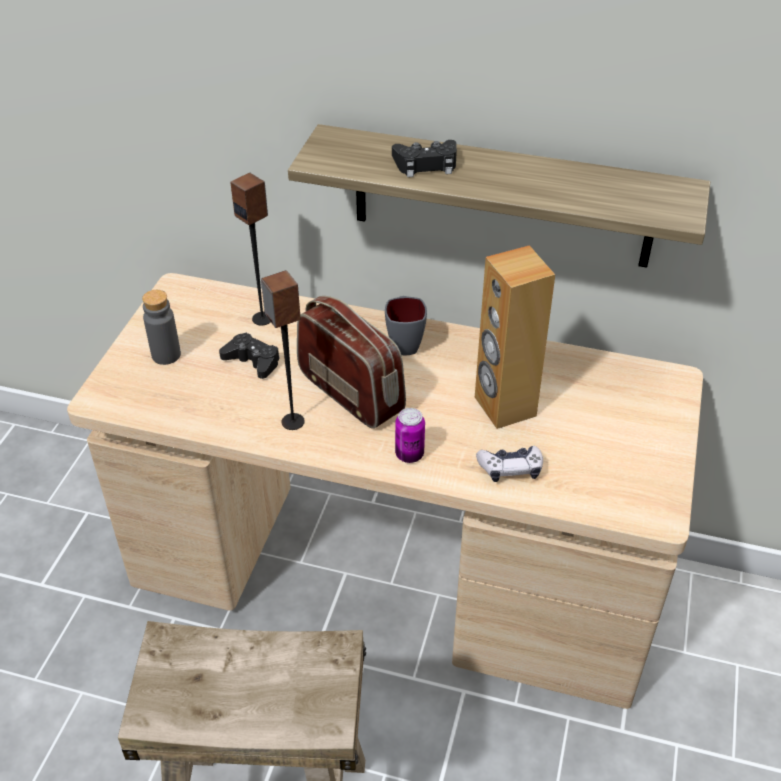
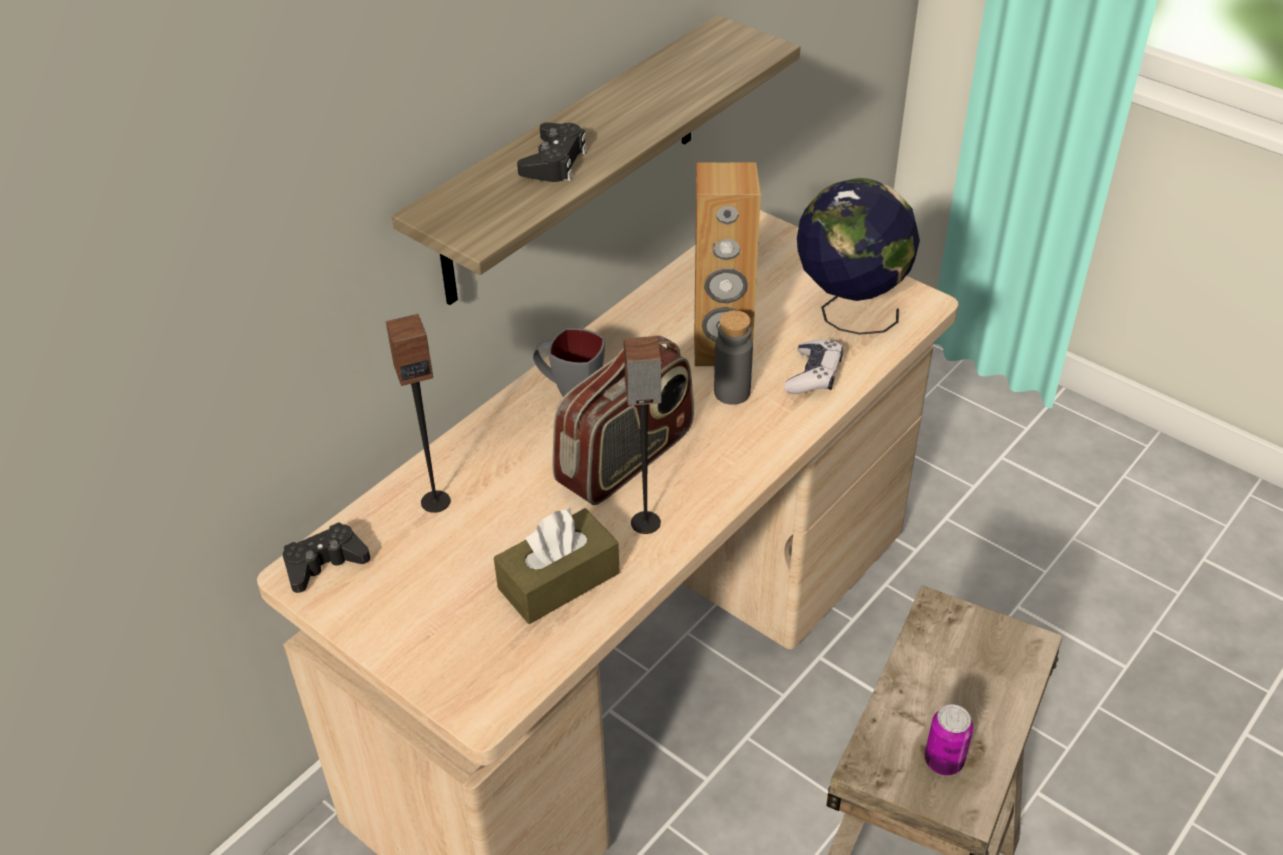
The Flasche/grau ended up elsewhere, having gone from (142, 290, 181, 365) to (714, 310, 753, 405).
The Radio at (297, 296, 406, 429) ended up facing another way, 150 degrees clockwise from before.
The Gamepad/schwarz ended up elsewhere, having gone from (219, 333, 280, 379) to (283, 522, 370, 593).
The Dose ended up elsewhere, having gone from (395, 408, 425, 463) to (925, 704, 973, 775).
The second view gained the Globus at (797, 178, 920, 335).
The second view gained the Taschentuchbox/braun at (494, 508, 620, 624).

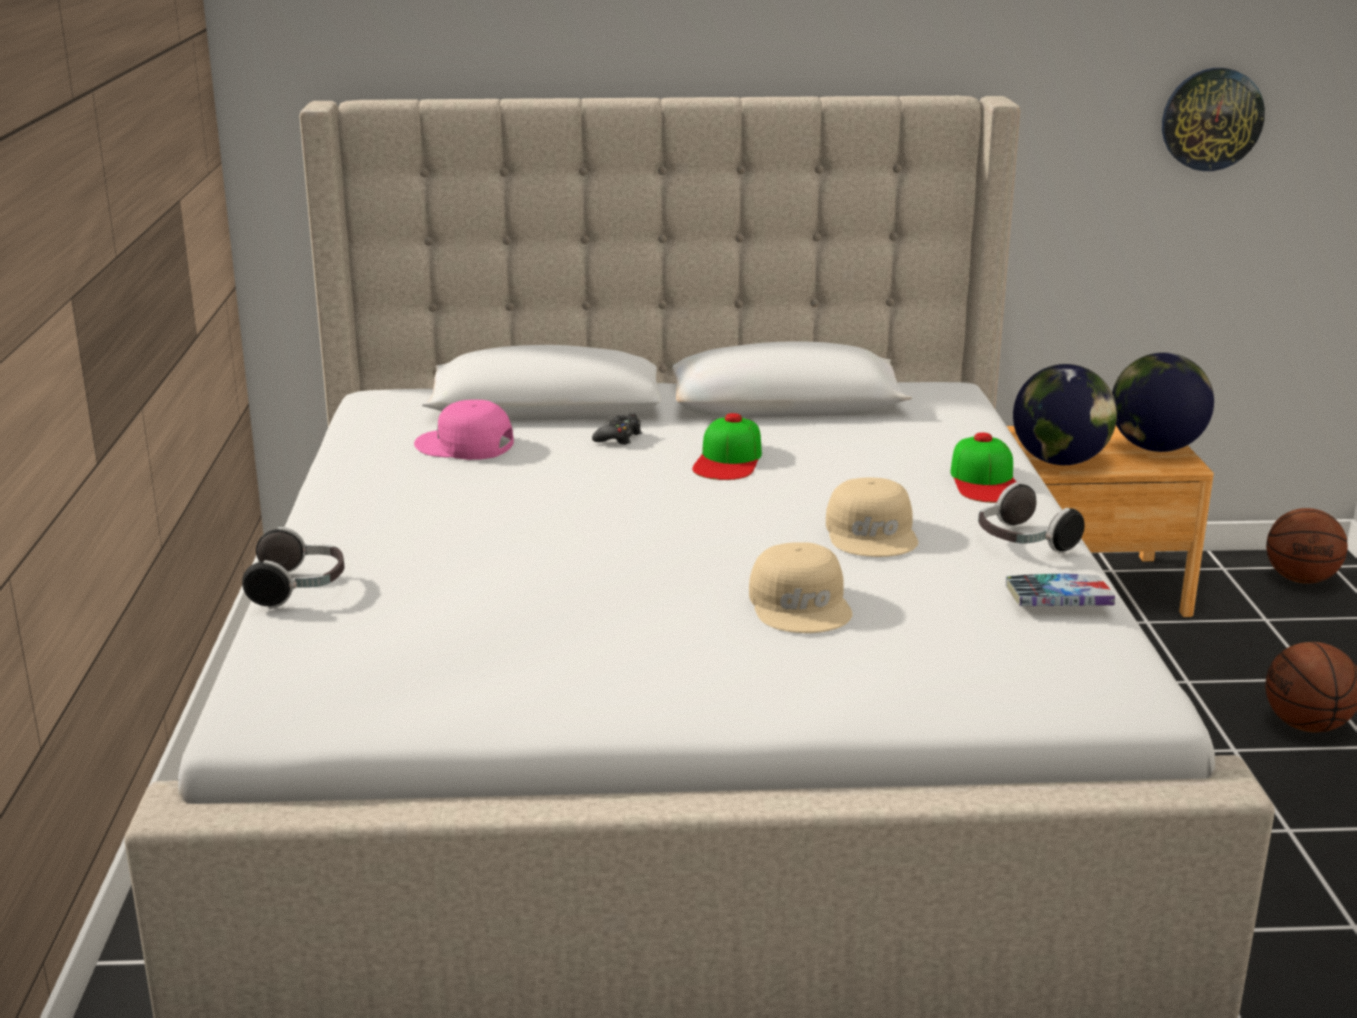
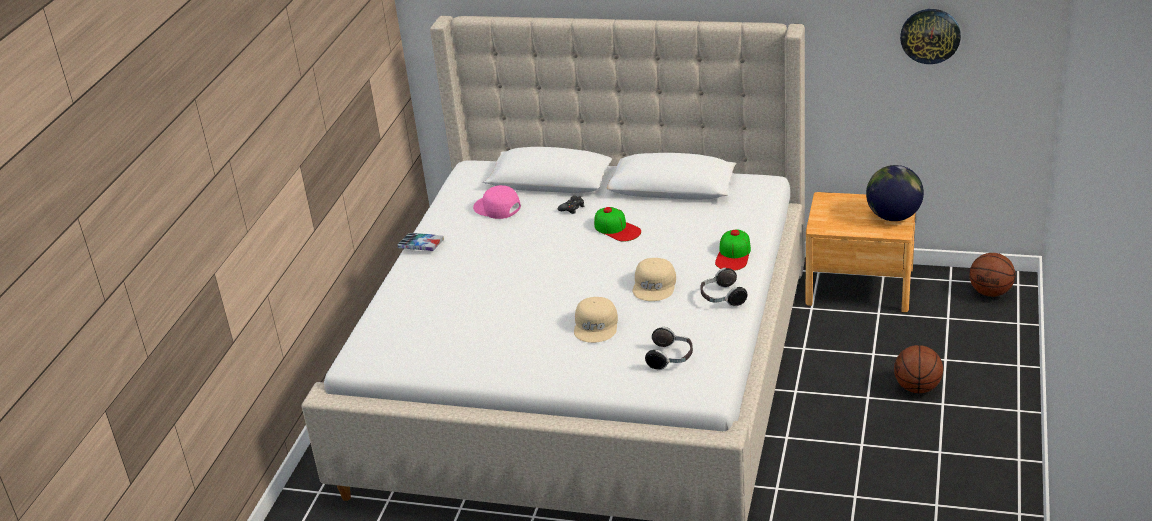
The second view lost the Globus at (1013, 364, 1117, 465).
The Kappe at (692, 413, 762, 480) ended up facing another way, 75 degrees counterclockwise from before.
The Kopfhörer ended up elsewhere, having gone from (242, 527, 344, 609) to (645, 327, 693, 370).
The Buch ended up elsewhere, having gone from (1006, 574, 1115, 606) to (398, 233, 444, 251).

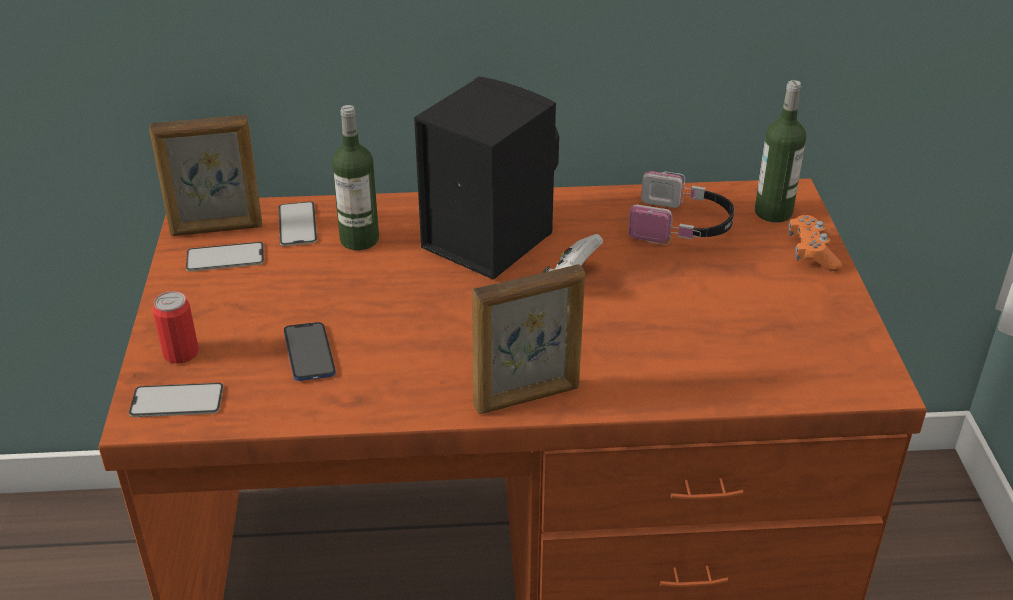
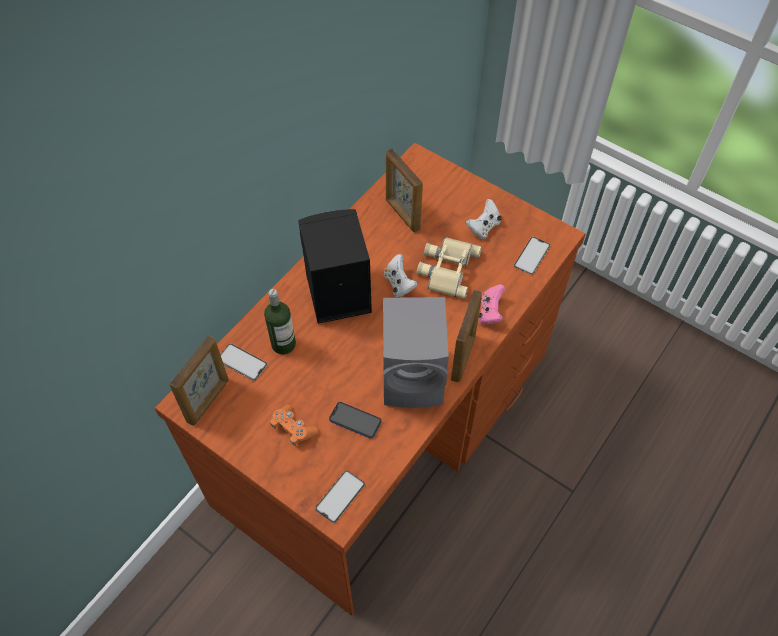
The second view lost the Flasche at (755, 80, 806, 222).
Where the Kopfhörer stood at (628, 171, 734, 245), the Bilderrahmen came to stand at (386, 149, 423, 232).
The Gamepad/orange ended up elsewhere, having gone from (788, 215, 842, 271) to (270, 405, 318, 446).
The Handy ended up elsewhere, having gone from (186, 242, 264, 272) to (514, 237, 550, 275).
The second view lost the Dose at (153, 291, 199, 364).
The second view gained the Gamepad/weiß at (466, 199, 502, 239).
The second view gained the Fernglas/beige at (417, 237, 482, 299).
The second view gained the Gamepad/rosa at (478, 284, 505, 324).
The second view gained the Lautsprecher/grau at (383, 297, 449, 408).

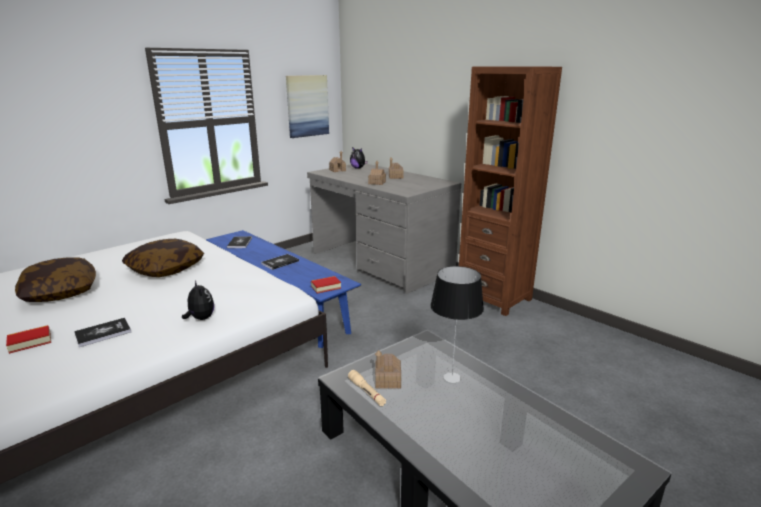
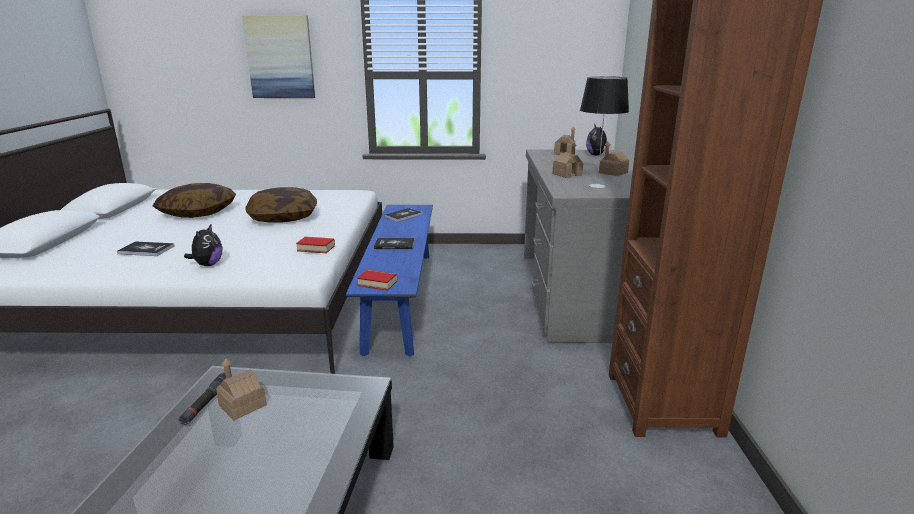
The Bild ended up elsewhere, having gone from (286, 75, 329, 138) to (242, 15, 315, 98).
The Tischlampe ended up elsewhere, having gone from (430, 266, 484, 383) to (580, 76, 629, 188).
The Buch ended up elsewhere, having gone from (6, 325, 51, 354) to (296, 237, 335, 253).
What was the Taschenlampe/beige at (348, 370, 386, 406) turned into the Taschenlampe/schwarz at (179, 373, 226, 425).

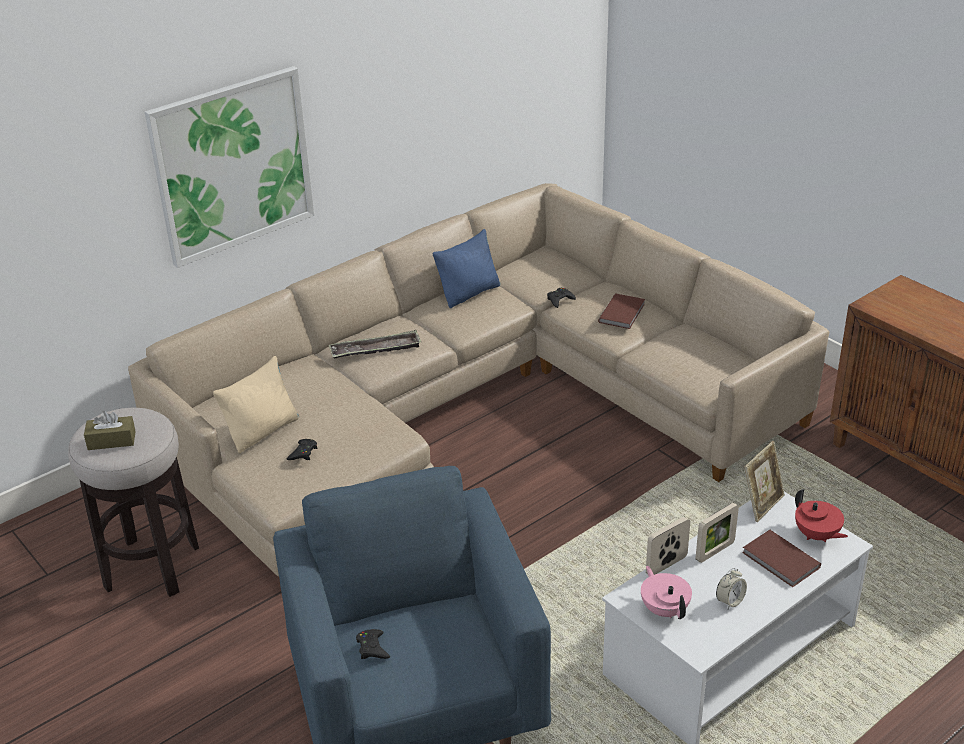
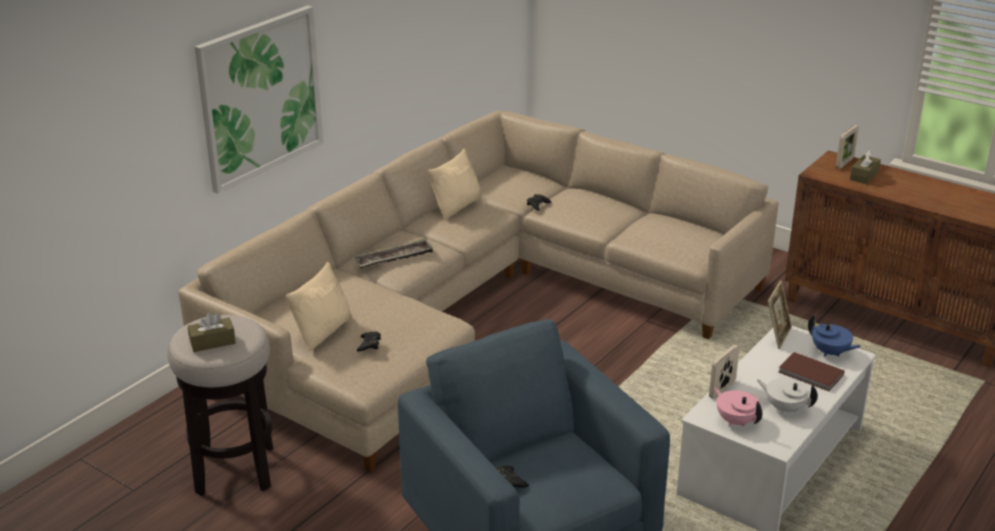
What was the Kissen/blau at (433, 229, 501, 308) turned into the Kissen/beige at (428, 149, 481, 220).
The second view lost the Buch/braun at (598, 294, 645, 329).
What was the Teekanne/rot at (795, 489, 848, 542) turned into the Teekanne/blau at (808, 315, 861, 357).
The Bilderrahmen ended up elsewhere, having gone from (696, 503, 739, 563) to (836, 125, 859, 169).
Where the Wecker stood at (716, 568, 747, 609), the Teekanne/weiß came to stand at (757, 378, 818, 414).
The second view gained the Taschentuchbox/braun at (850, 150, 881, 184).

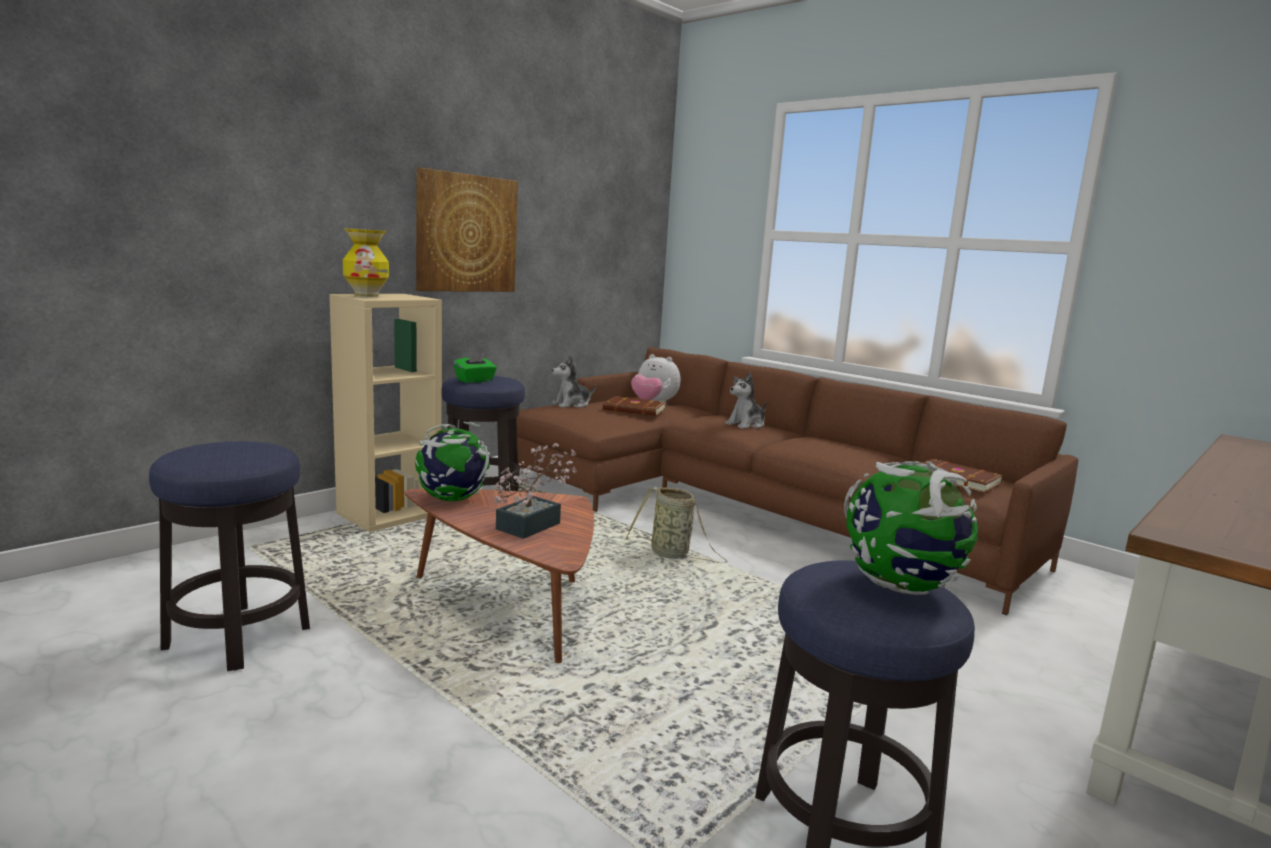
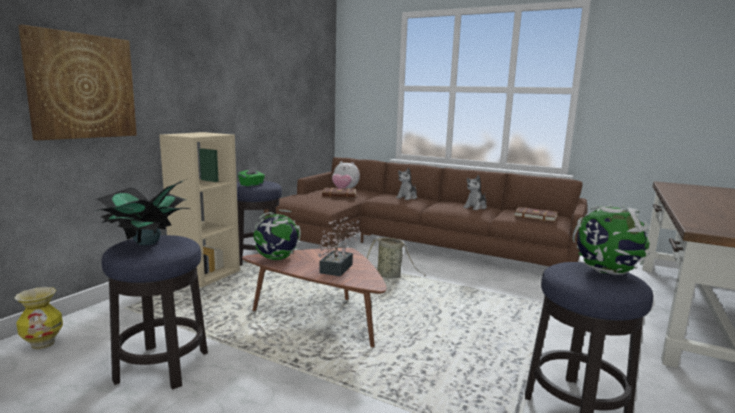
The Bild ended up elsewhere, having gone from (416, 168, 518, 292) to (18, 25, 137, 140).
The Vase ended up elsewhere, having gone from (343, 228, 389, 298) to (14, 287, 63, 350).
The Plüschtier ended up elsewhere, having gone from (551, 356, 596, 407) to (463, 175, 487, 210).
The second view gained the Topfpflanze at (95, 179, 190, 245).

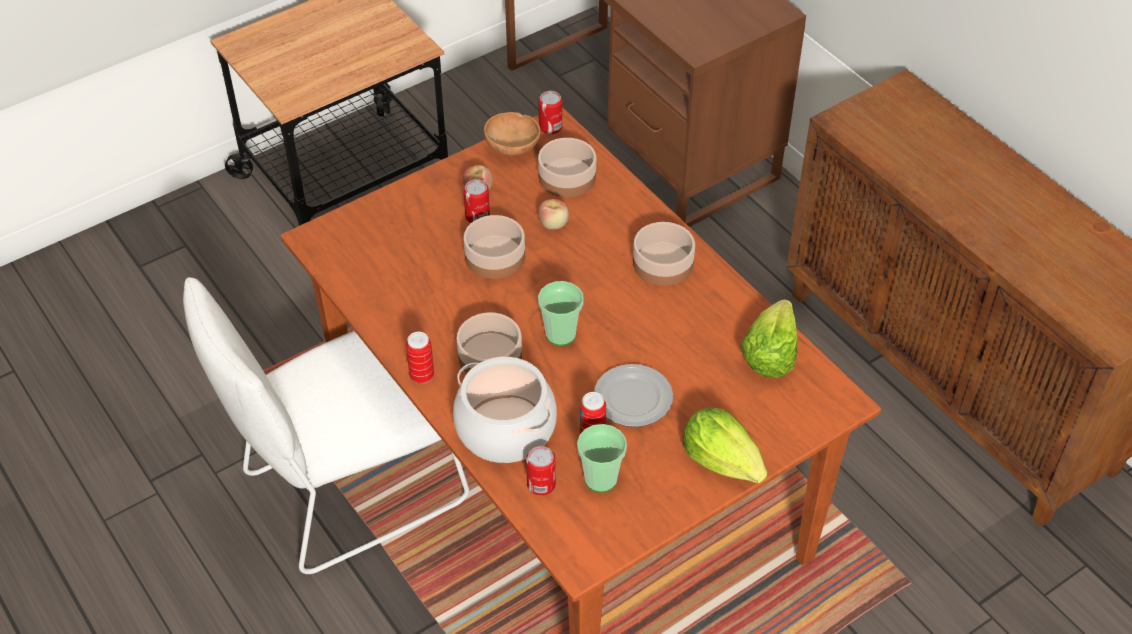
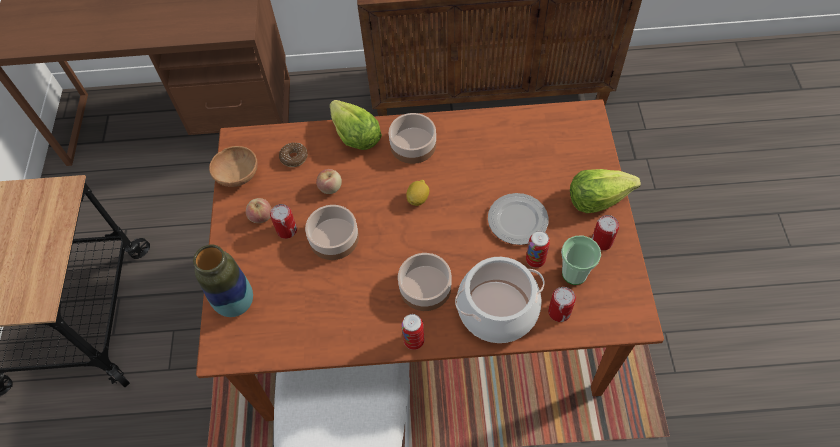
The Dose ended up elsewhere, having gone from (538, 91, 562, 134) to (592, 215, 619, 250).
Where the Schüssel stood at (538, 138, 596, 197), the Donut came to stand at (279, 142, 307, 167).
The second view lost the Tasse at (538, 281, 584, 346).
The Salatkopf ended up elsewhere, having gone from (740, 299, 798, 378) to (330, 100, 382, 150).
The second view gained the Zitrone at (406, 180, 429, 206).
The second view gained the Vase at (193, 245, 253, 317).

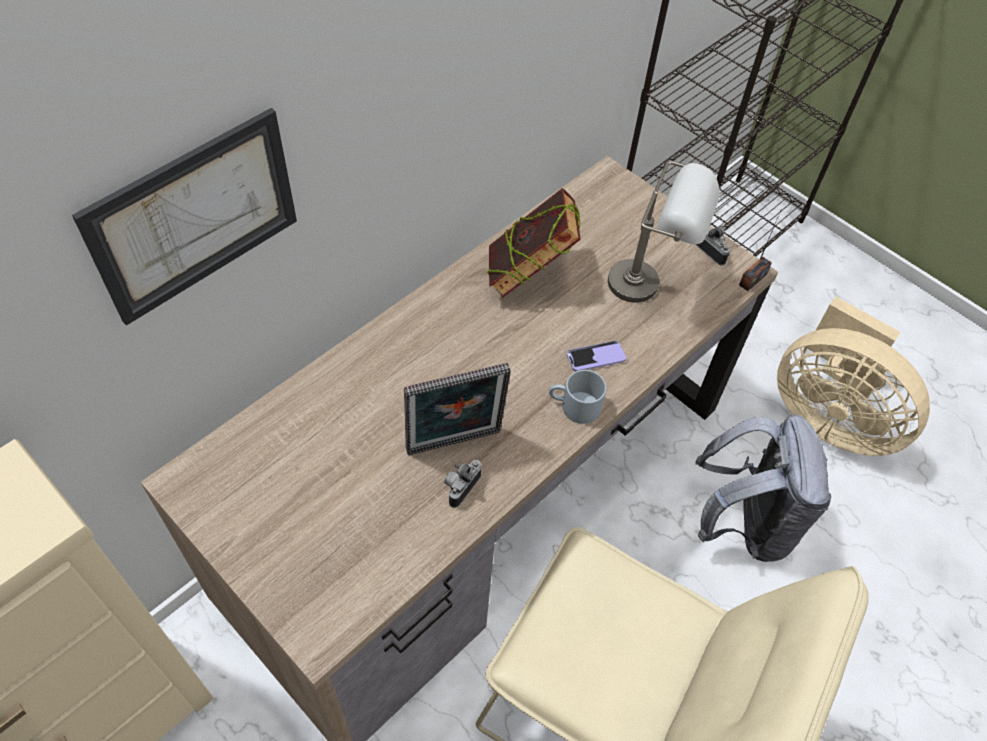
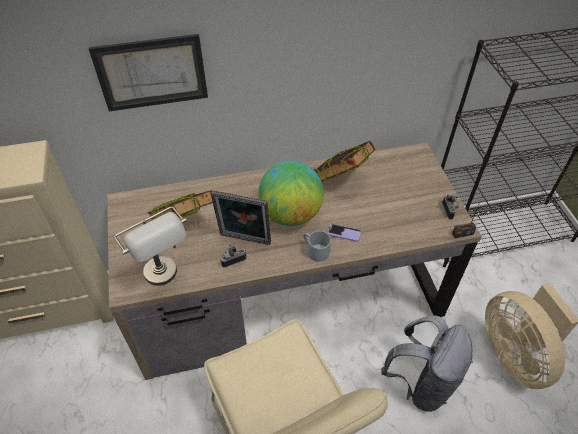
The Tischlampe/grau ended up elsewhere, having gone from (608, 161, 720, 303) to (114, 206, 187, 286).
The second view gained the Globus at (258, 161, 324, 226).
The second view gained the Buch at (147, 190, 213, 220).

